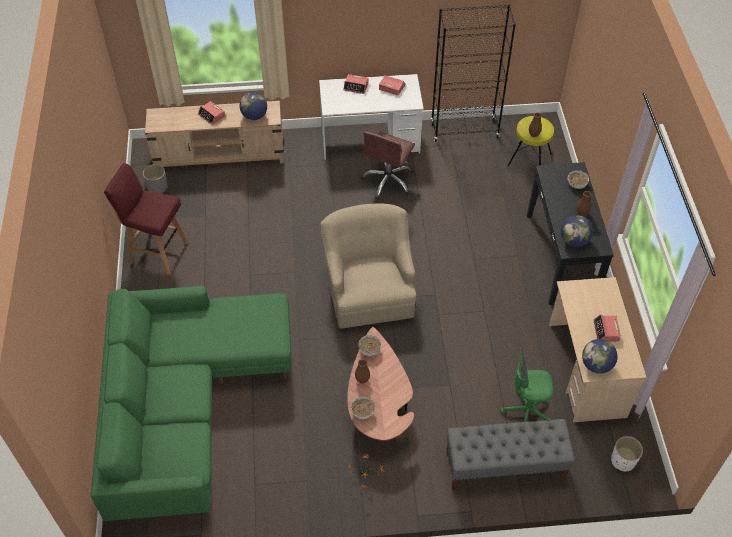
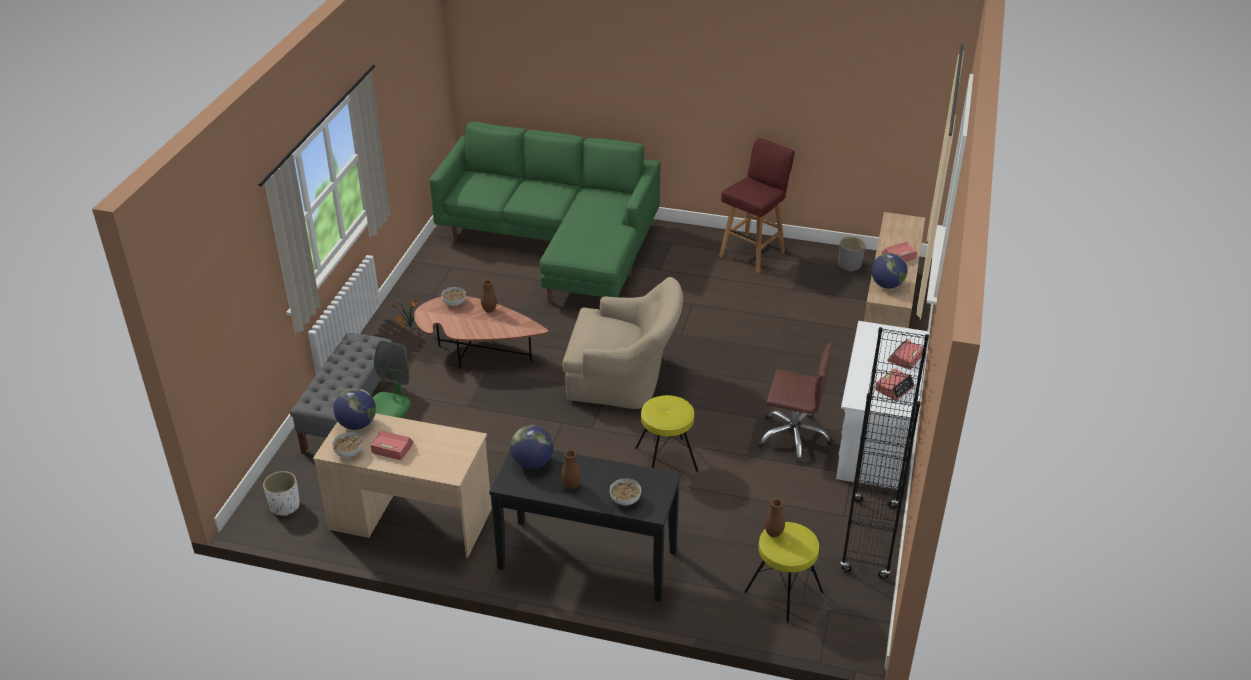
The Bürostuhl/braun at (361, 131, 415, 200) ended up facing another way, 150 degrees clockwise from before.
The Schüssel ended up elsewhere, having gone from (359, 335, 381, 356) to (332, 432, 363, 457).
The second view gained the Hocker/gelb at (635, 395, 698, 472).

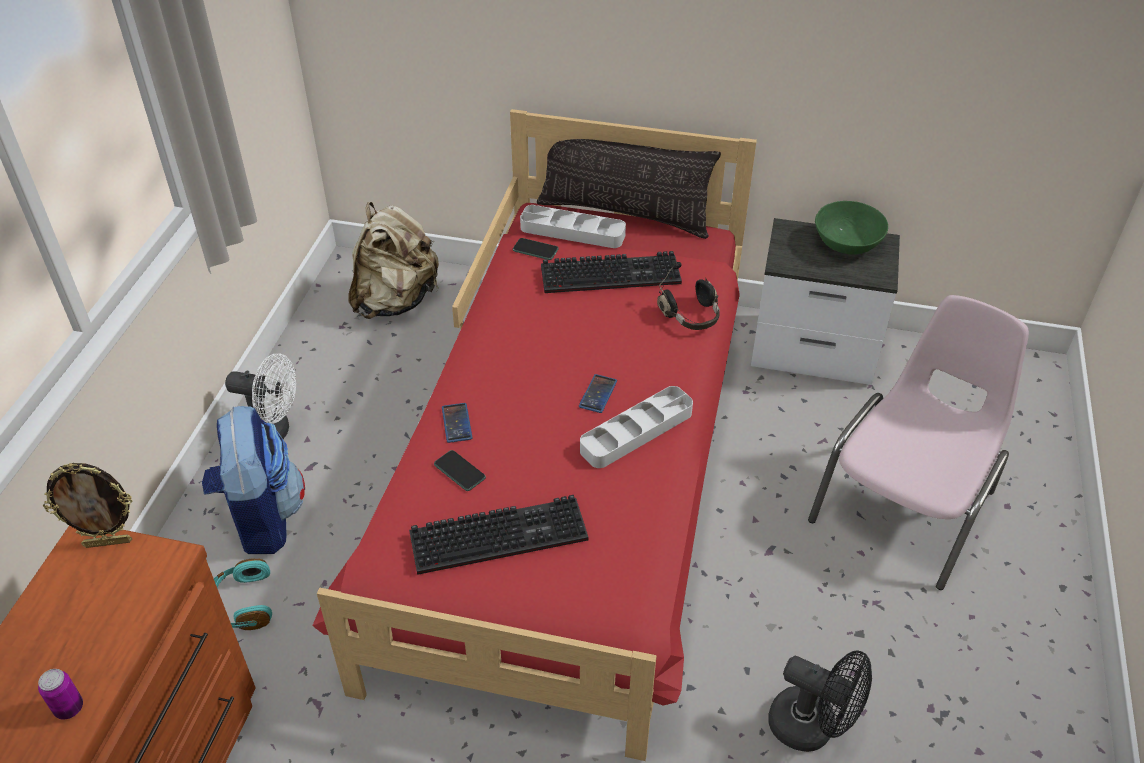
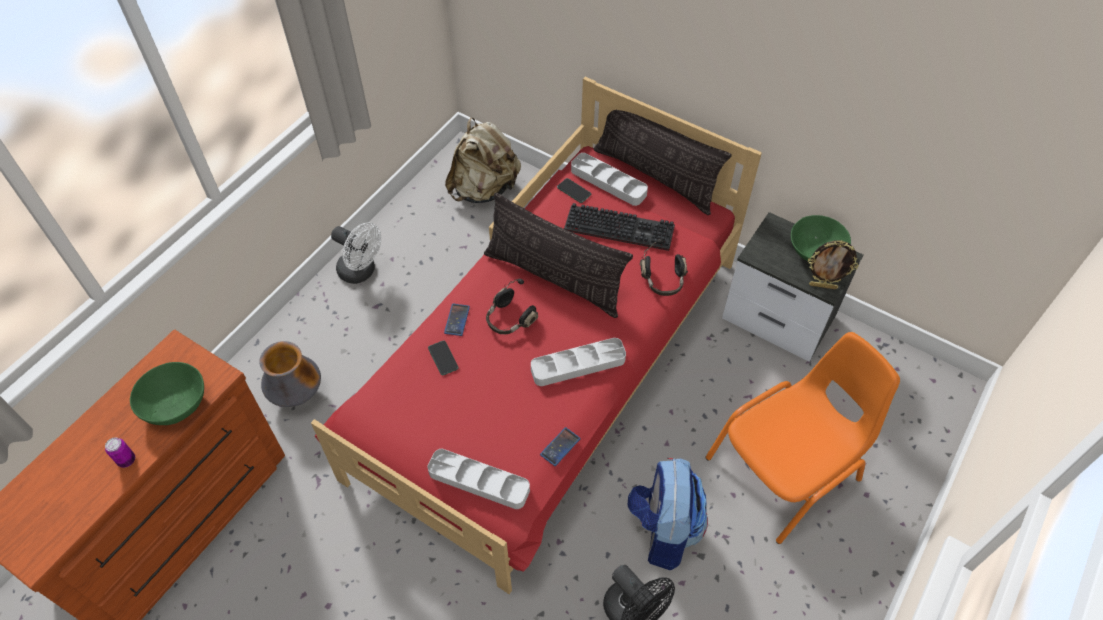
What was the Stuhl/rosa at (808, 295, 1029, 590) turned into the Stuhl/orange at (705, 332, 900, 544).
The Handy ended up elsewhere, having gone from (579, 374, 617, 413) to (540, 427, 580, 466).
The Rucksack ended up elsewhere, having gone from (202, 406, 305, 554) to (628, 458, 708, 570).
The Bilderrahmen ended up elsewhere, having gone from (43, 463, 132, 548) to (808, 240, 859, 289).
The second view lost the Tastatur at (409, 495, 589, 575).
Where the Kopfhörer/türkis stood at (213, 558, 272, 630), the Vase came to stand at (259, 341, 321, 407).
The second view gained the Kissen at (484, 193, 633, 318).
The second view gained the Kopfhörer/schwarz at (486, 279, 538, 334).
The second view gained the Schüssel/grün at (130, 362, 204, 425).
The second view gained the Tablett/grau at (427, 449, 530, 509).

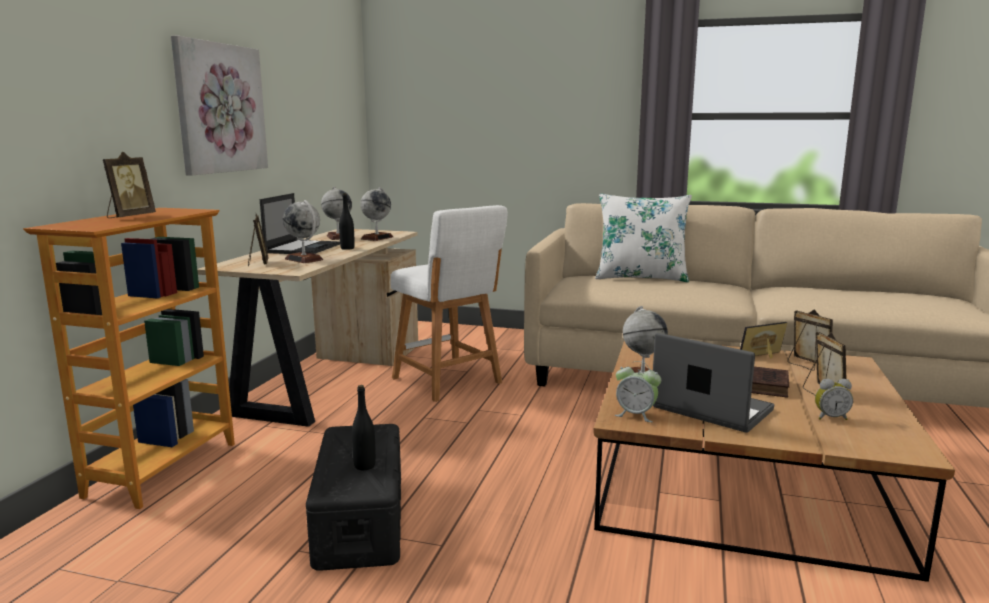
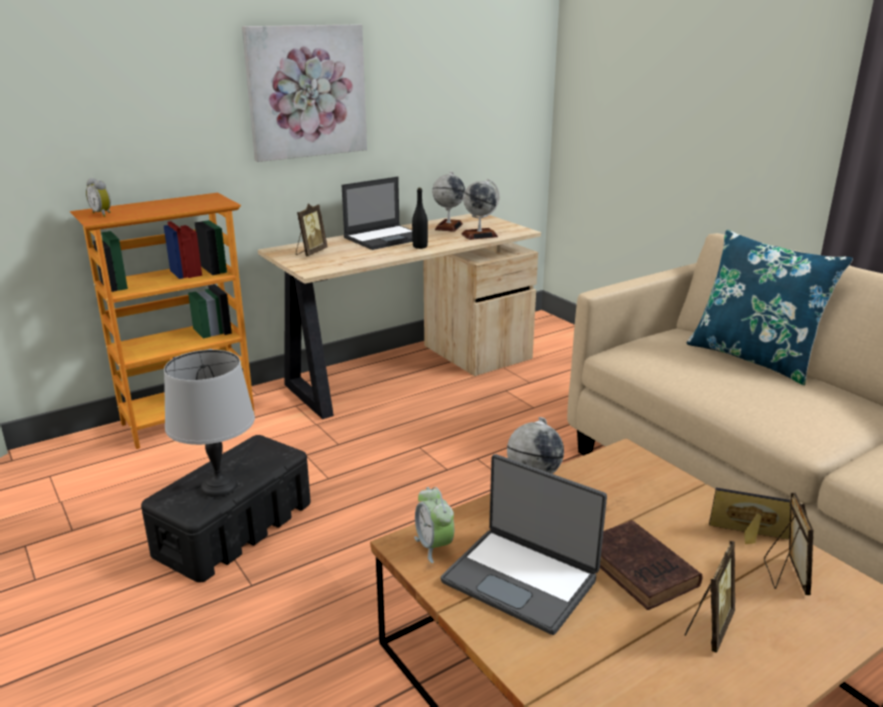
The second view lost the Bilderrahmen at (103, 152, 156, 218).
What was the Kissen/weiß at (595, 193, 692, 282) turned into the Kissen/blau at (687, 230, 853, 385).
The second view lost the Globus at (283, 200, 323, 263).
The second view lost the Hocker/weiß at (390, 205, 508, 402).
The Laptop at (653, 333, 774, 433) ended up facing another way, 135 degrees clockwise from before.
The Wecker ended up elsewhere, having gone from (815, 379, 853, 420) to (86, 178, 111, 217).
Where the Flasche/schwarz stood at (352, 385, 376, 470), the Tischlampe/grau came to stand at (164, 350, 255, 497).

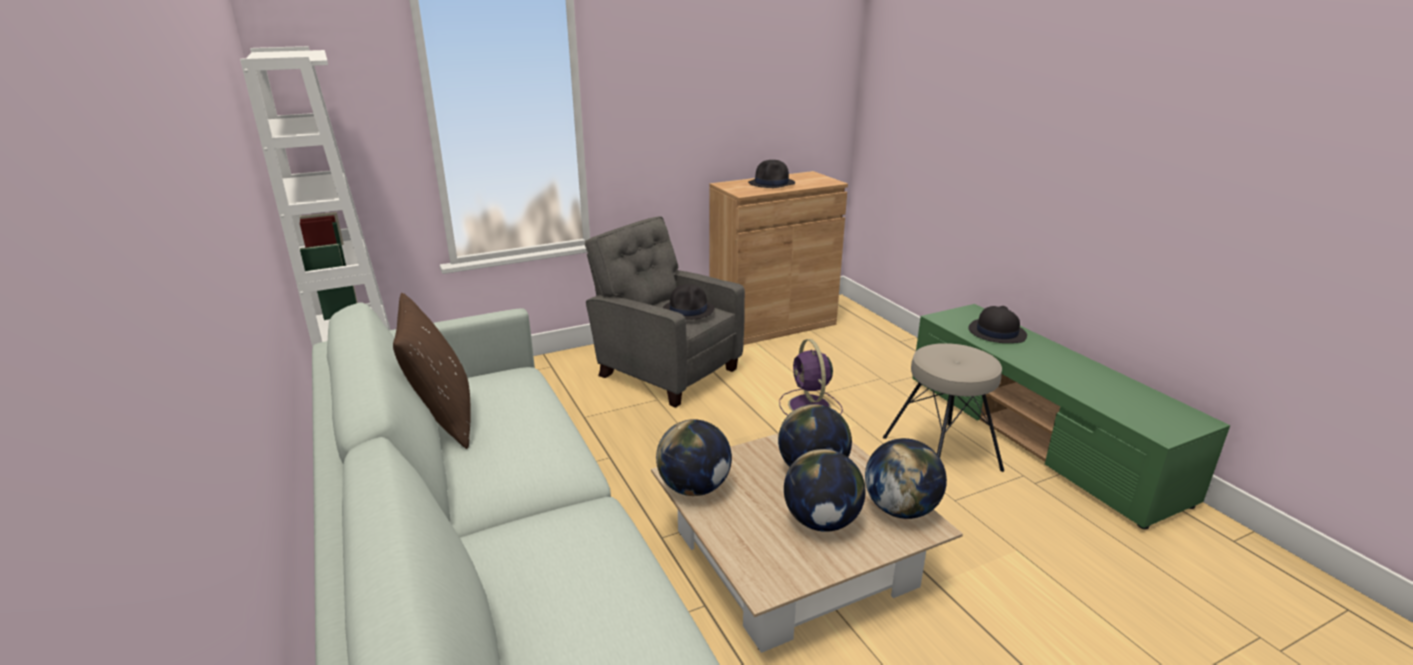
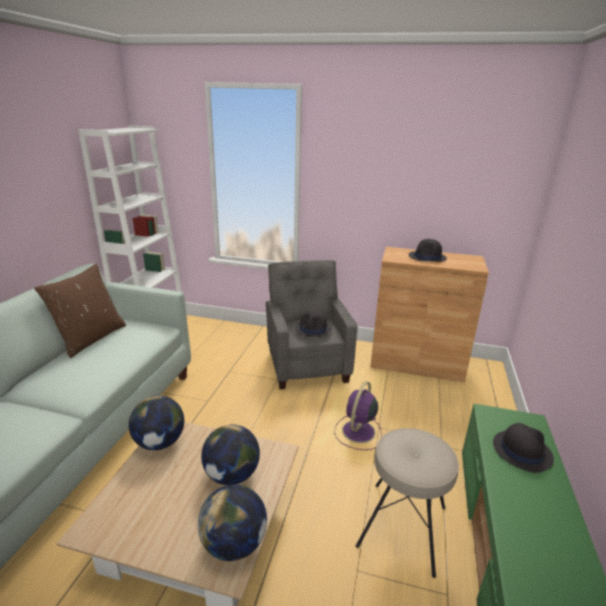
The second view lost the Globus at (784, 449, 866, 532).

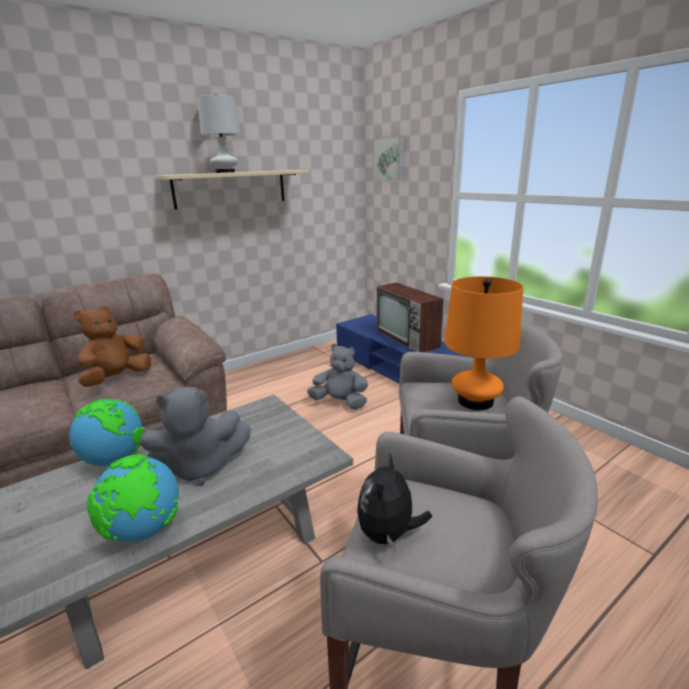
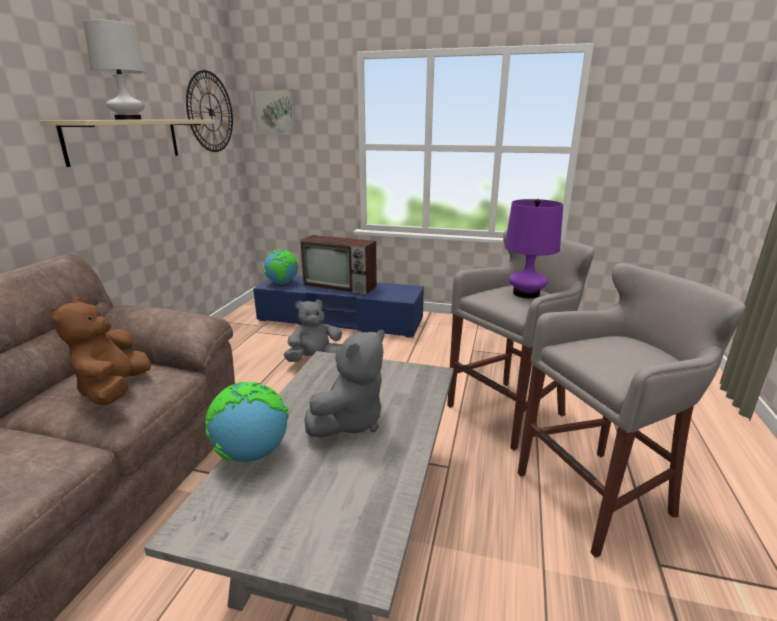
What was the Tischlampe/orange at (444, 276, 523, 410) turned into the Tischlampe/lila at (505, 199, 563, 298).
The second view lost the Plüschtier at (357, 452, 432, 551).
The Globus ended up elsewhere, having gone from (87, 454, 179, 542) to (263, 250, 298, 284).
The second view gained the Wanduhr at (186, 70, 233, 152).

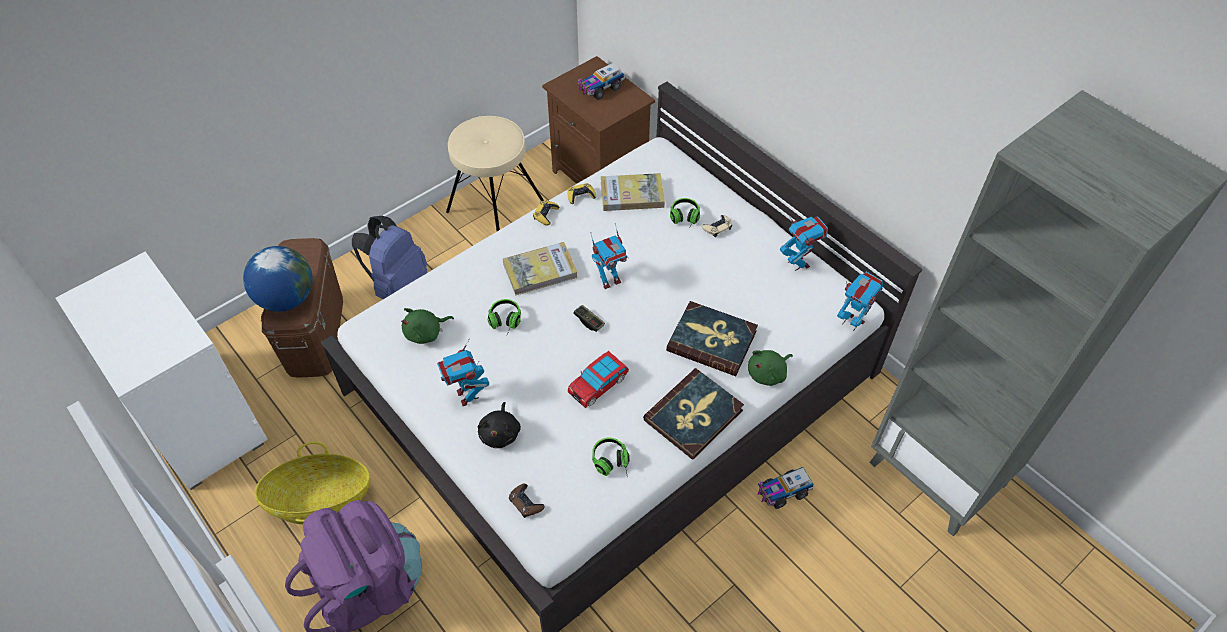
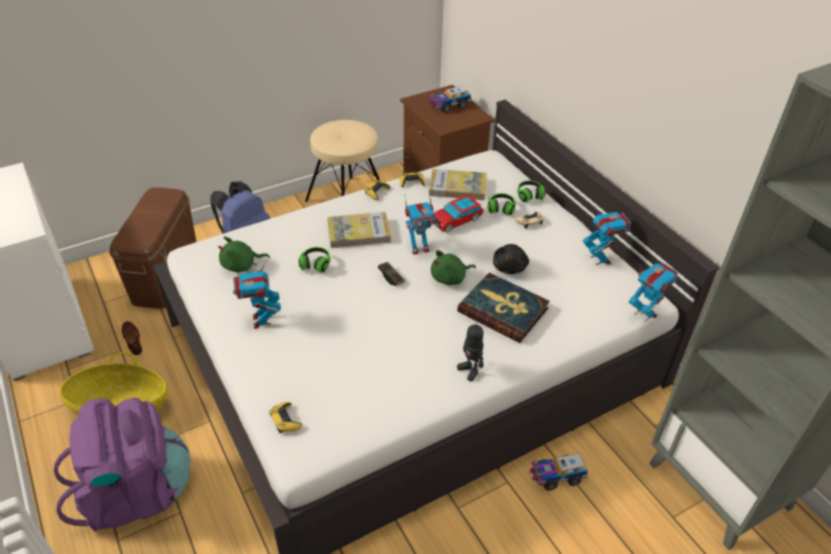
The second view lost the Globus at (243, 246, 313, 312).
The Plüschtier/grün ended up elsewhere, having gone from (748, 350, 793, 386) to (431, 250, 476, 285).
The Spielzeugauto ended up elsewhere, having gone from (568, 351, 629, 408) to (434, 195, 484, 232).
Where the Buch stood at (643, 368, 744, 460), the Spielzeugroboter came to stand at (457, 320, 484, 382).
The Plüschtier/schwarz ended up elsewhere, having gone from (477, 402, 521, 448) to (493, 244, 529, 274).
The Kopfhörer ended up elsewhere, having gone from (592, 438, 630, 478) to (517, 180, 546, 203).
What was the Gamepad/braun at (509, 484, 544, 518) turned into the Gamepad/gelb at (269, 402, 302, 433).
The second view gained the Schuh/braun at (122, 321, 142, 355).

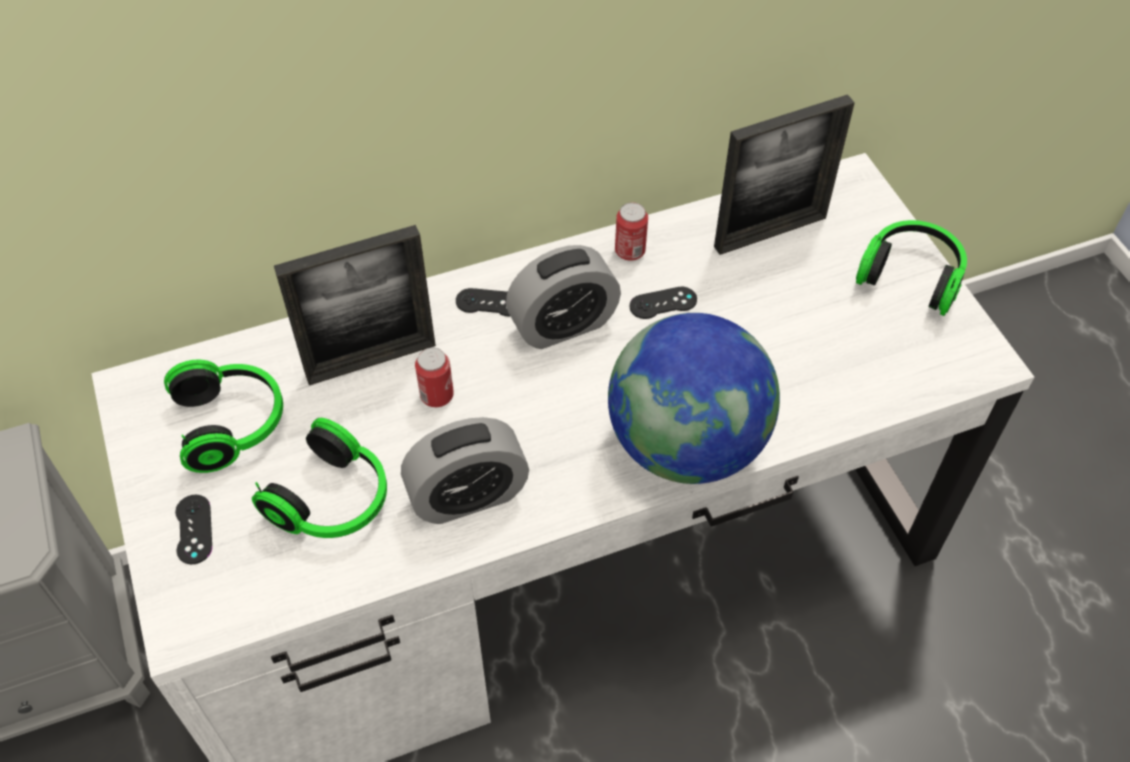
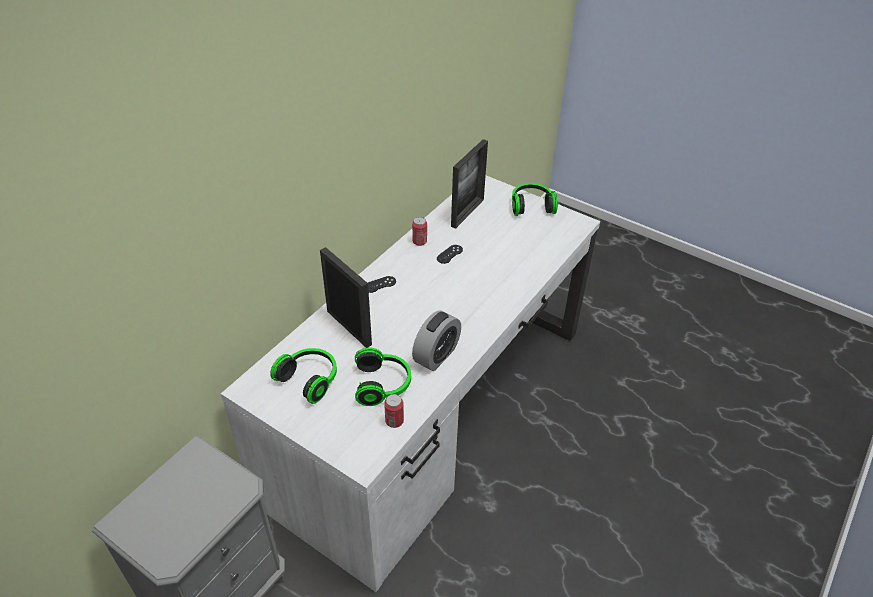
The Bilderrahmen at (274, 225, 436, 385) ended up facing another way, 75 degrees counterclockwise from before.
The second view lost the Wecker at (506, 245, 621, 349).
The second view lost the Globus at (608, 313, 780, 484).
The Dose ended up elsewhere, having gone from (415, 347, 454, 407) to (384, 394, 404, 428).
The second view lost the Gamepad/schwarz at (175, 495, 212, 564).

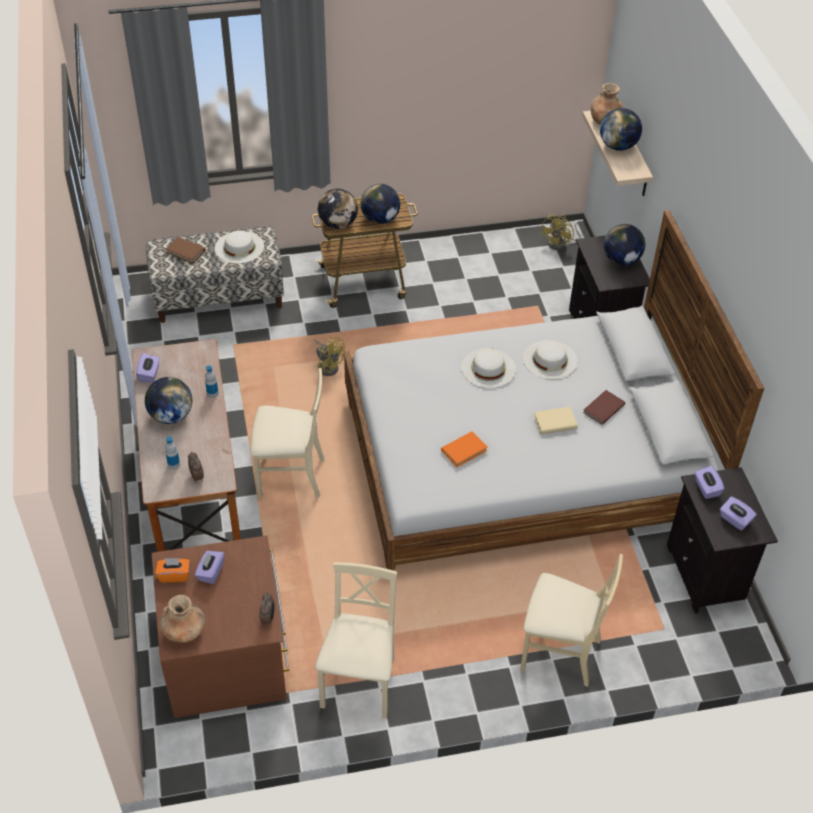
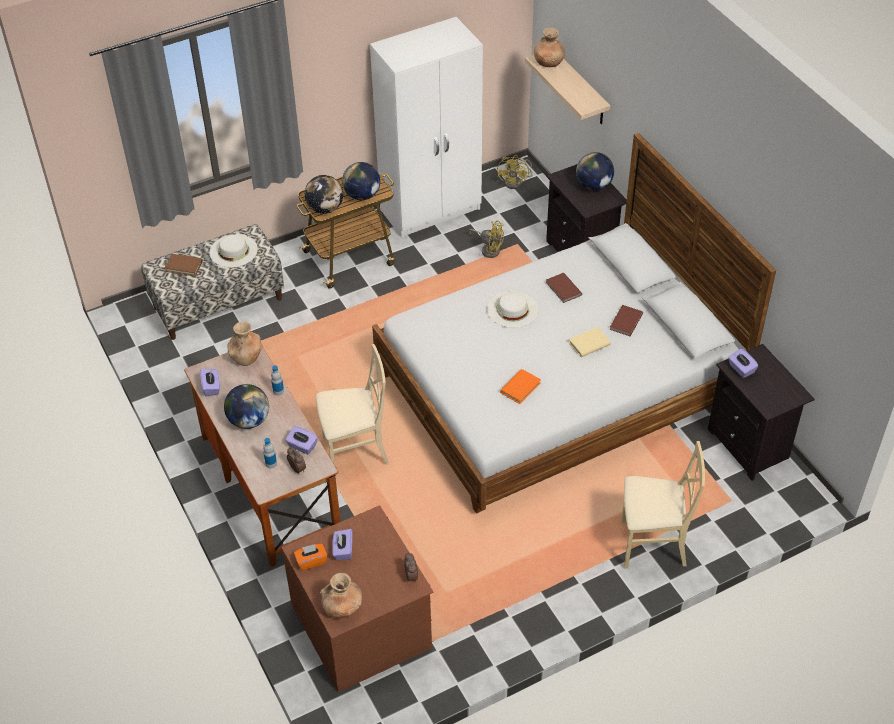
The second view lost the Globus at (600, 108, 642, 151).
The Ventilator/gelb ended up elsewhere, having gone from (314, 337, 345, 376) to (469, 221, 504, 258).
Where the Hut/weiß stood at (523, 340, 578, 379), the Buch/braun came to stand at (546, 273, 582, 303).
The Taschentuchbox/lila ended up elsewhere, having gone from (720, 496, 757, 530) to (285, 426, 318, 454).
The second view lost the Stuhl/beige at (315, 562, 397, 719).
The second view gained the Kleiderschrank/weiß at (370, 17, 483, 238).
The second view gained the Vase/braun at (228, 322, 262, 366).

